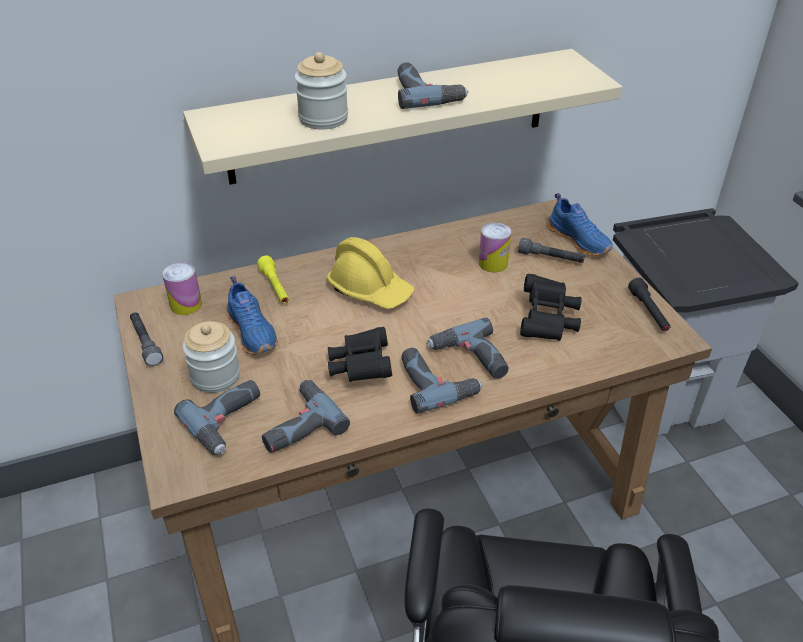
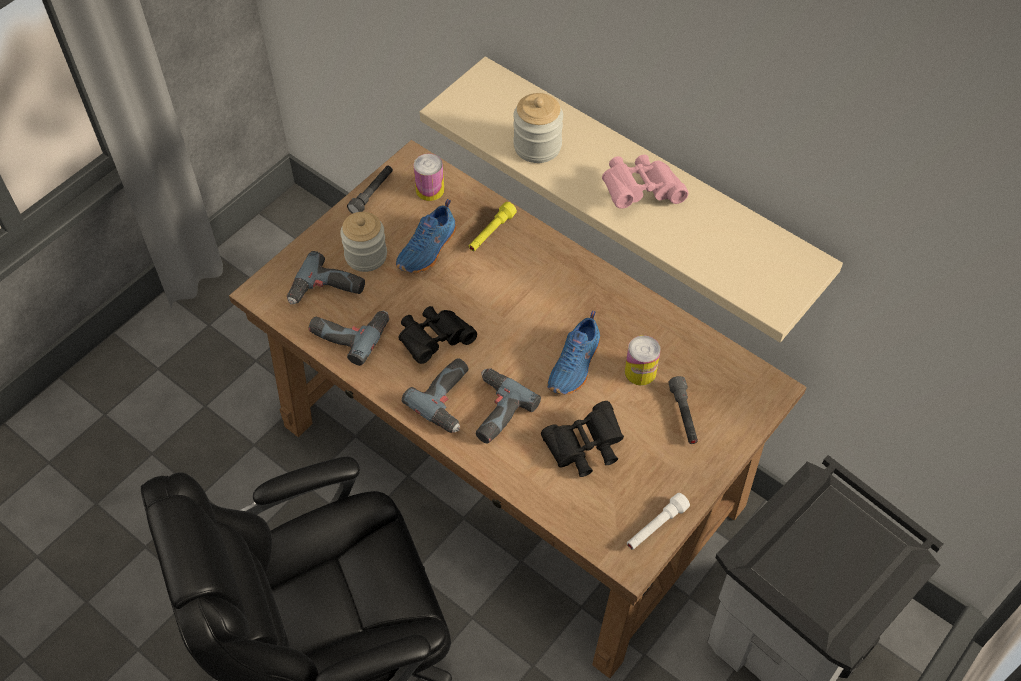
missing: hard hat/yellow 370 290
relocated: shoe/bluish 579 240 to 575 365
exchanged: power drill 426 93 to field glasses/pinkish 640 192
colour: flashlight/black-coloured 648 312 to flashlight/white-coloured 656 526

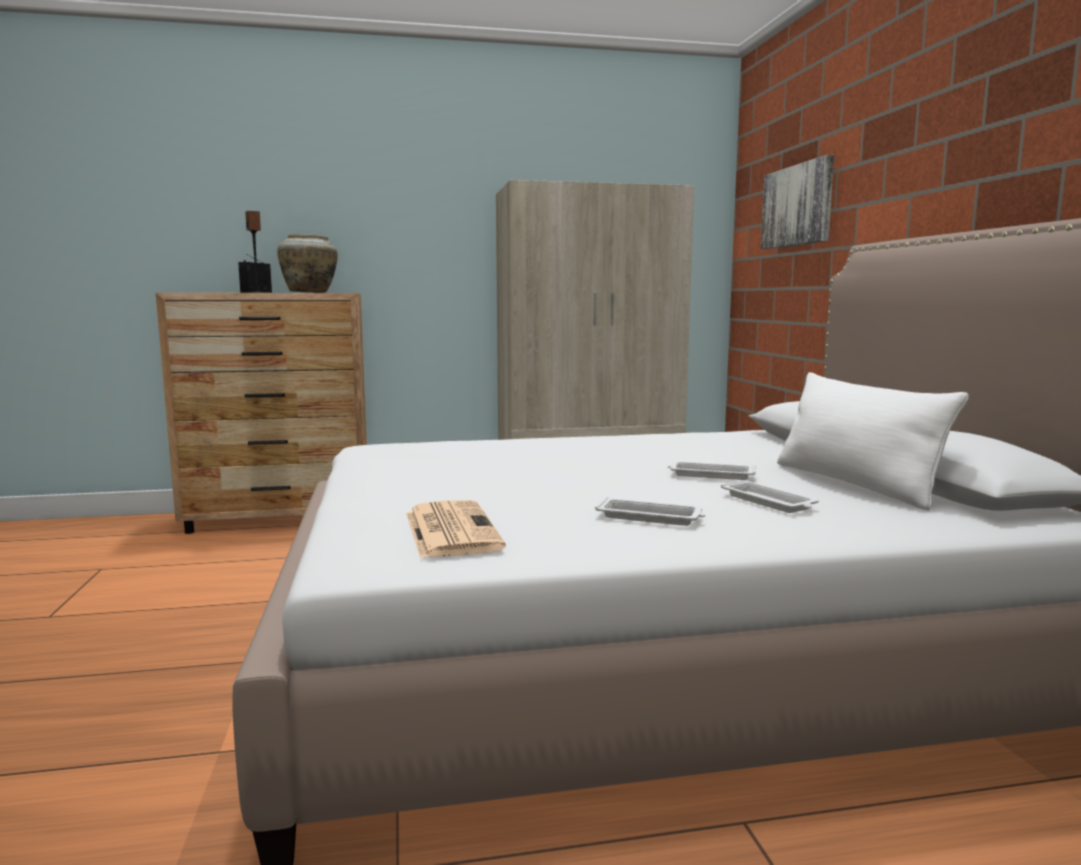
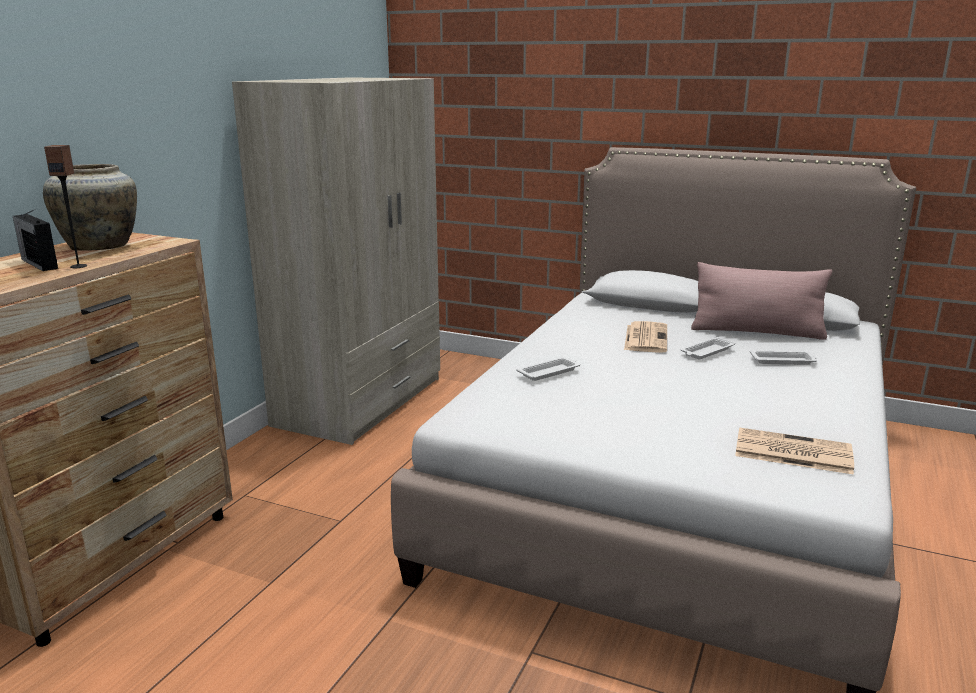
missing: picture 797 206
appeared: newspaper 645 338
relocated: serving tray/white-coloured 650 517 to 549 372
colour: throw pillow/white-coloured 854 484 to throw pillow/pinkish 756 332

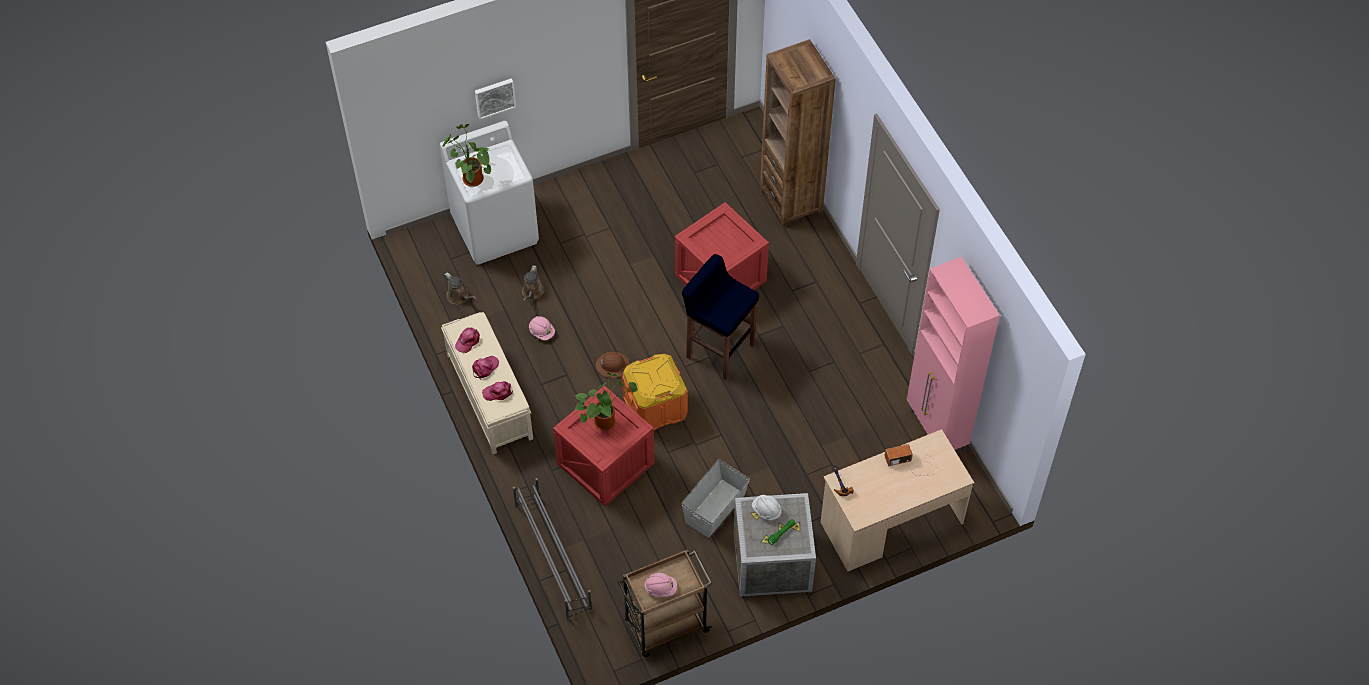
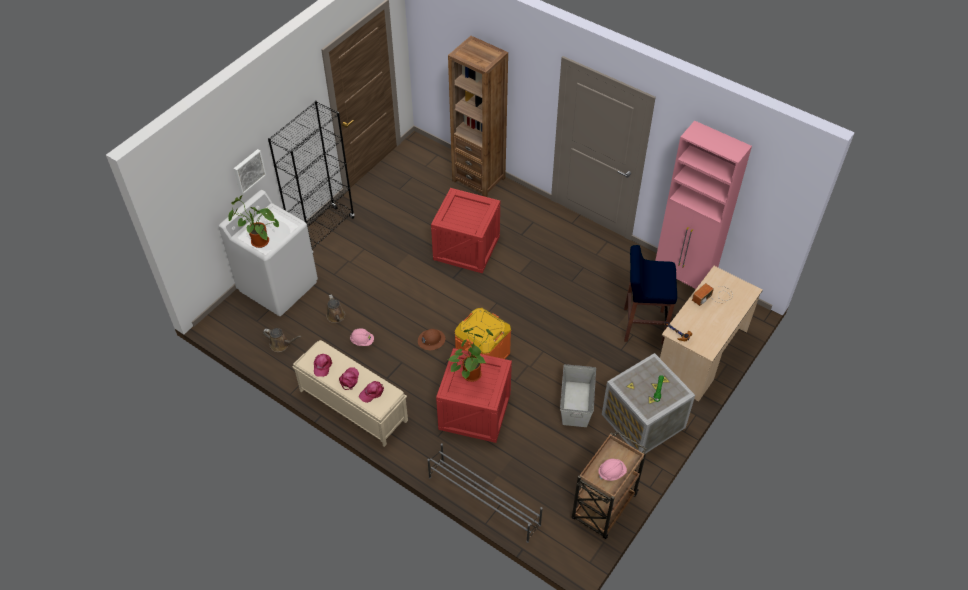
missing: hard hat/white-coloured 766 510
appeared: bookshelf/black-coloured 323 231
relocated: stool seat/bluish 719 350 to 642 326

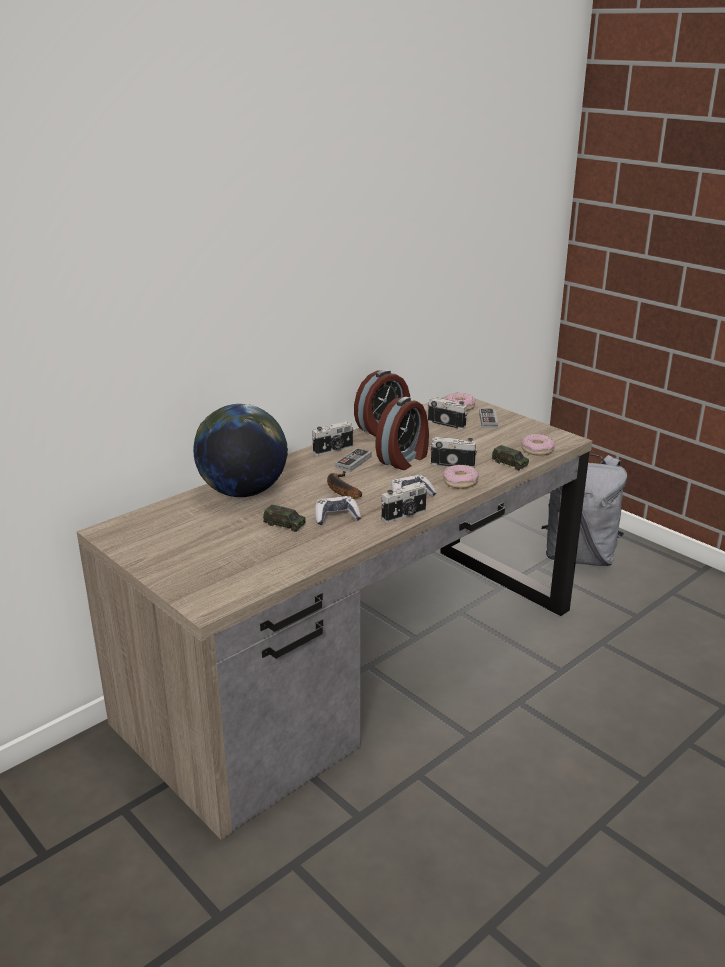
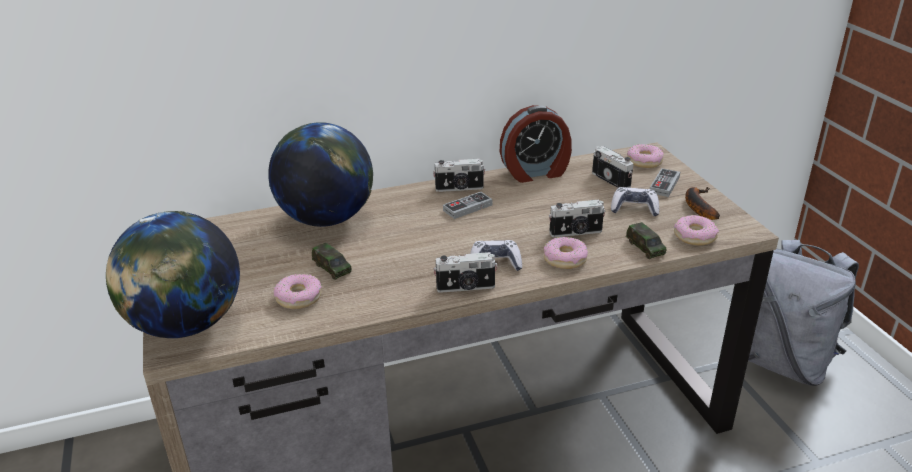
missing: alarm clock 404 459
appeared: world globe 186 325; donut 298 297
relocated: game controller 336 517 to 634 208; banana 340 489 to 697 206
spun: photo camera 452 463 = 576 233 135 degrees clockwise

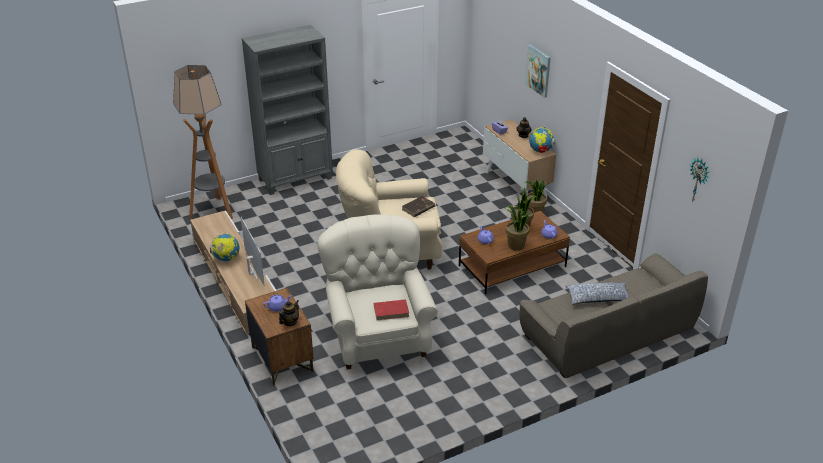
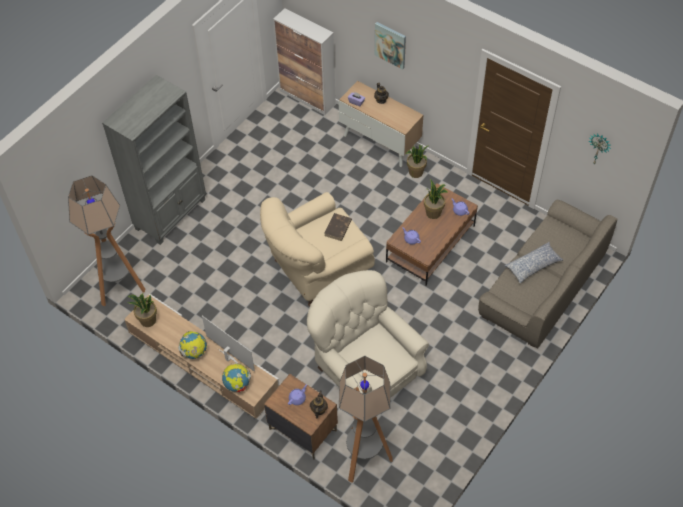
missing: bound book/red-coloured 391 311
appeared: cupboard 307 97; standing lamp 364 459
relocated: houseplant 515 246 to 148 321; world globe 540 151 to 237 384

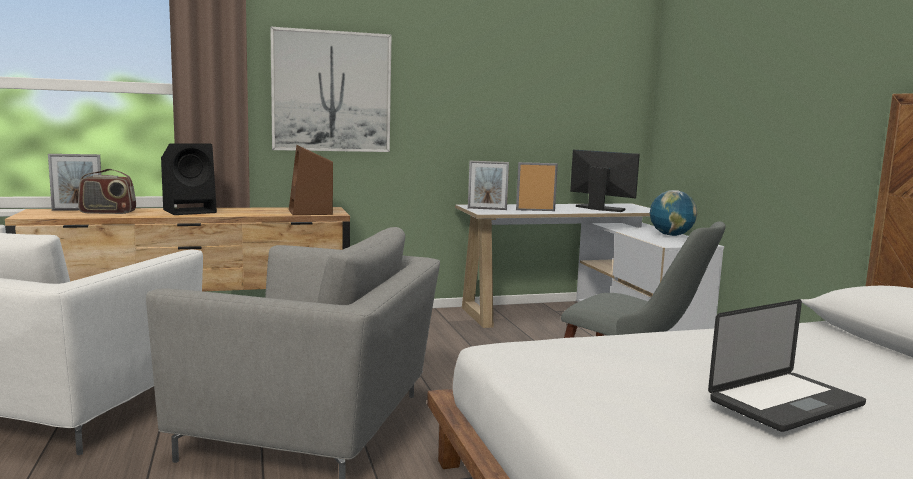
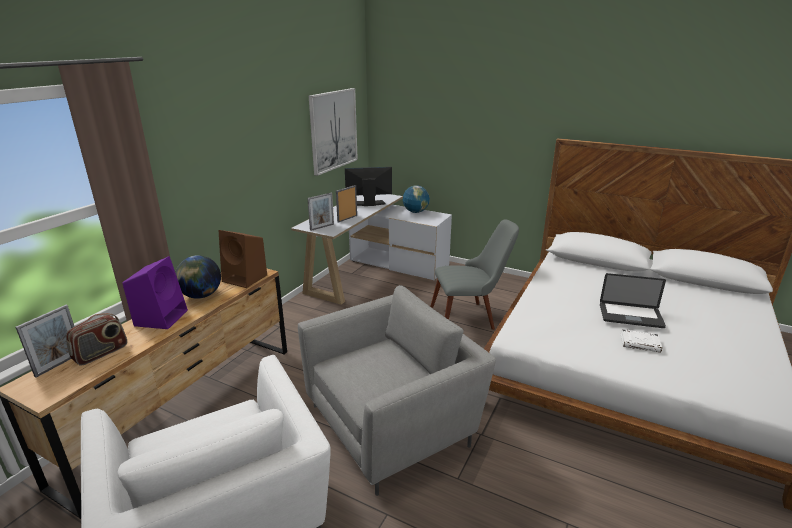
appeared: world globe 201 295; bound book/white-coloured 640 343
relocated: picture 331 91 to 333 130
colour: audio speaker/black-coloured 191 211 to audio speaker/purplish 161 317
spun: portable computer 786 403 = 630 316 90 degrees clockwise

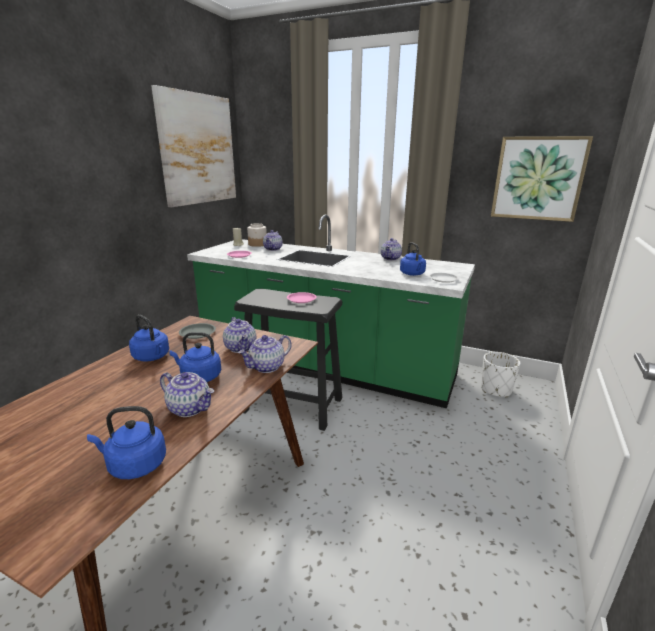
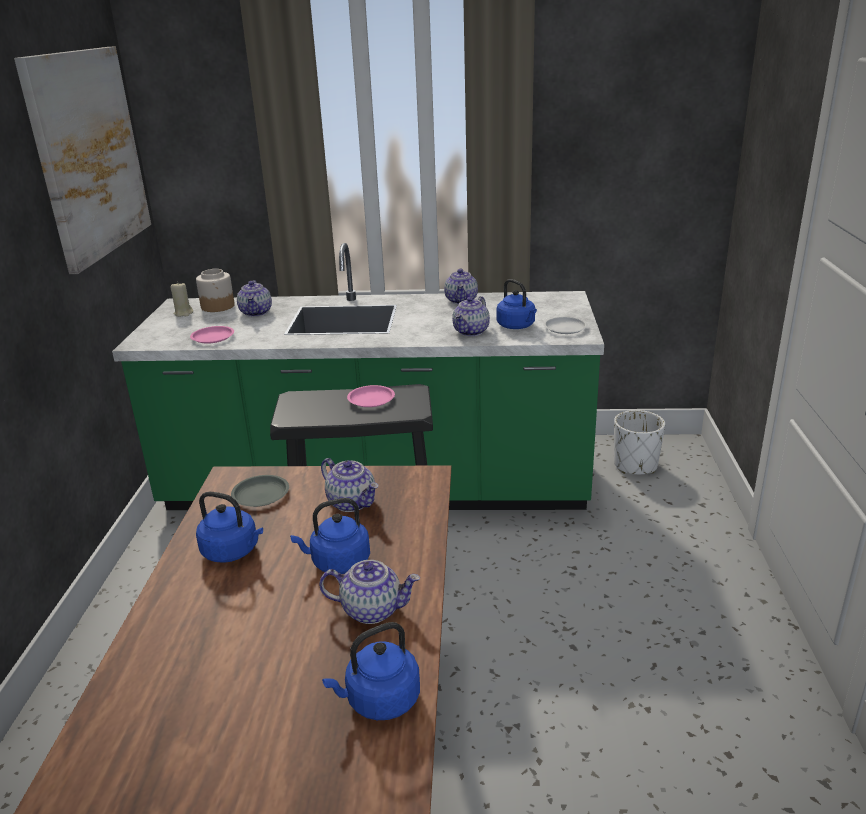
missing: picture 538 178
relocated: tea pot 267 367 to 471 332

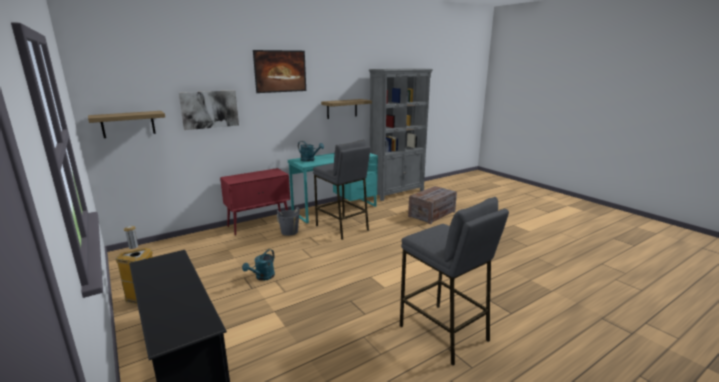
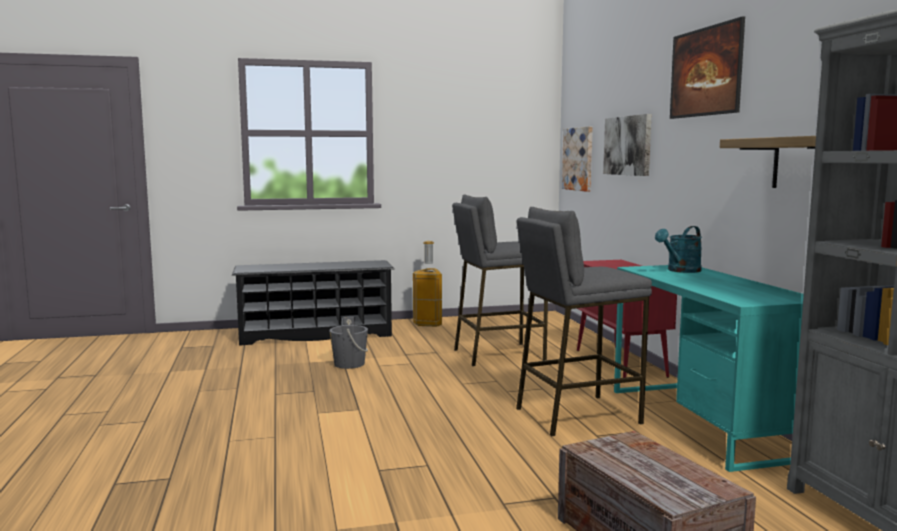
missing: watering pot/turquoise 262 277
relocated: bucket/grey 289 232 to 349 364; stool seat/grey 444 333 to 498 354
exchanged: bracket shelf 128 124 to picture 578 159

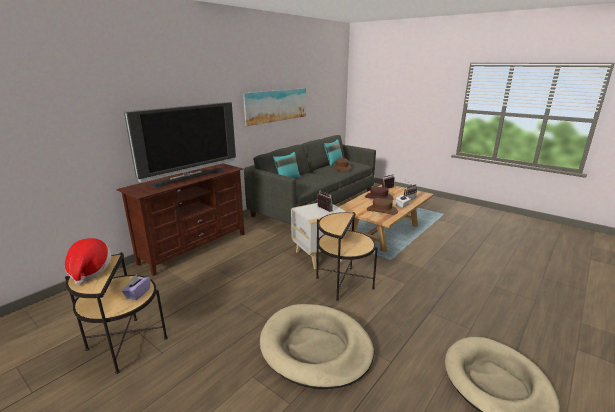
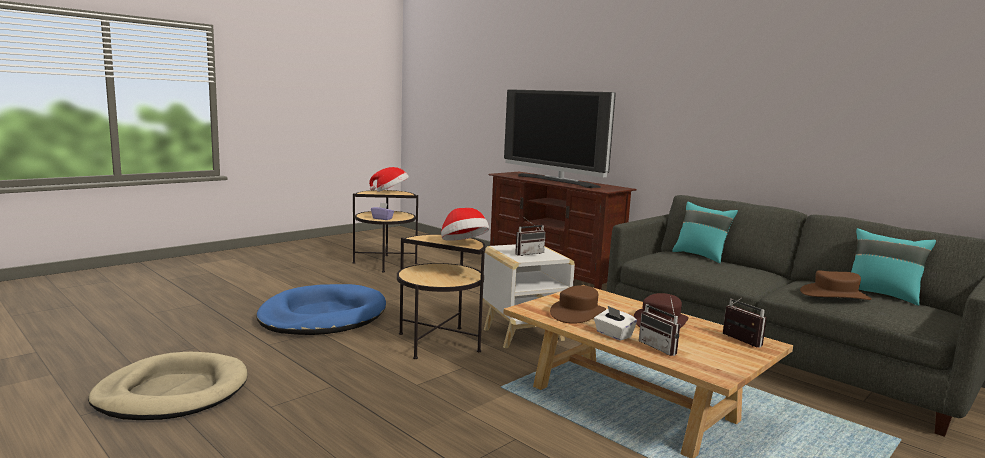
missing: picture 276 105
appeared: clothing hat 463 244
colour: dog cushion/beige 315 347 to dog cushion/bluish 323 316

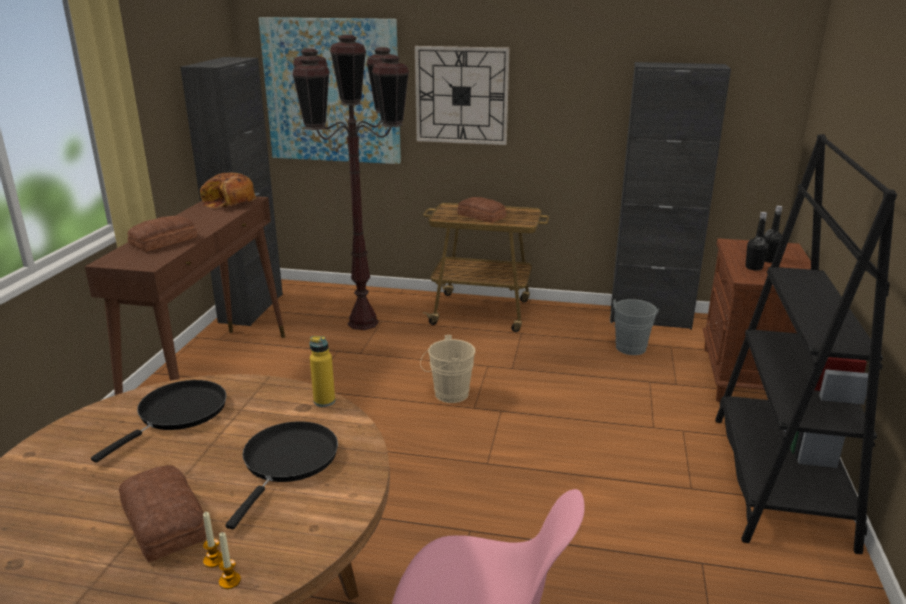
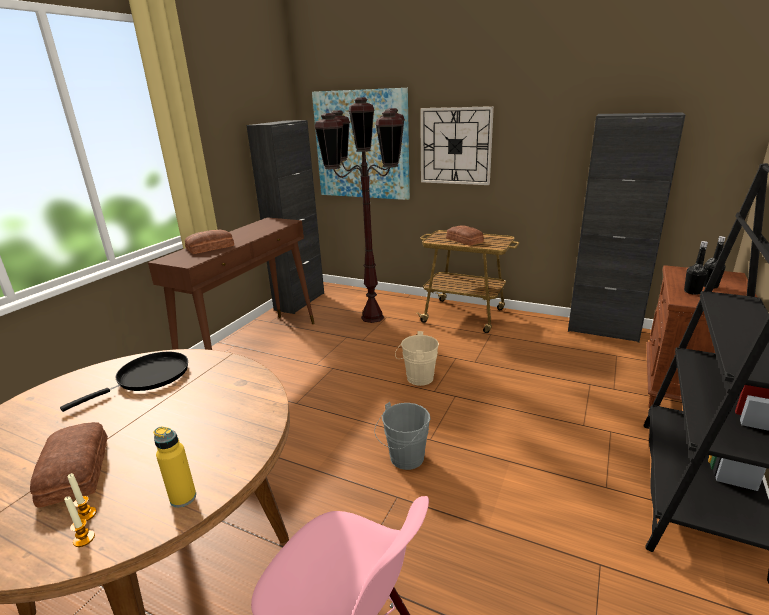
missing: baked bread 228 202; pan/black-coloured 288 462
relocated: drink bottle/yellow 324 401 to 183 497; bucket/grey 629 349 to 404 460

